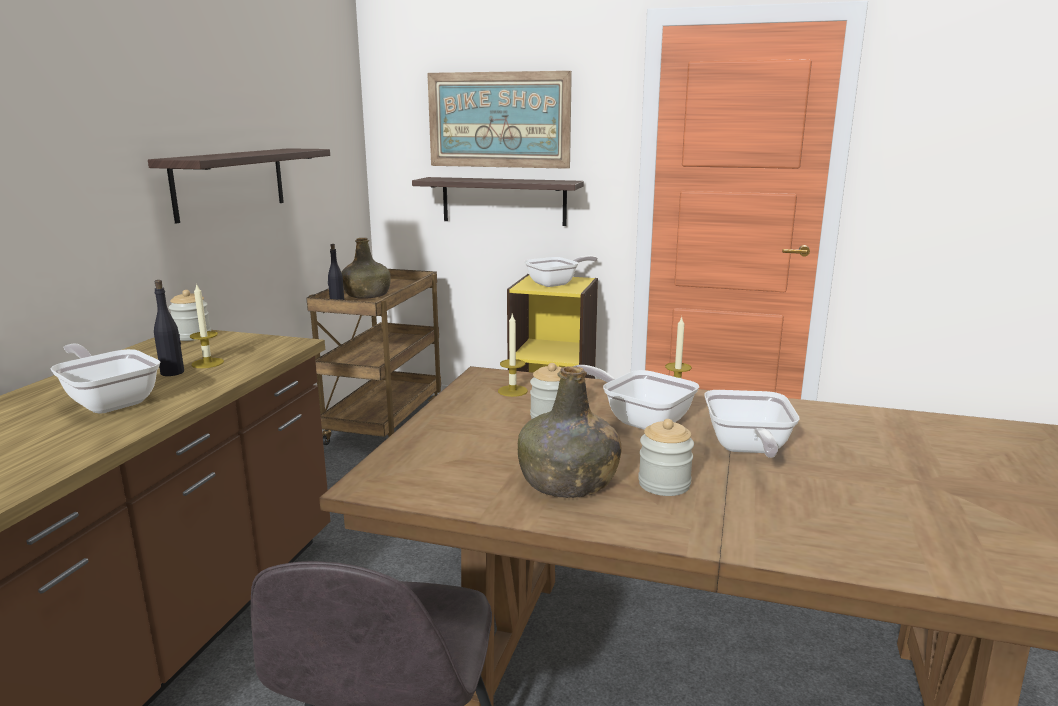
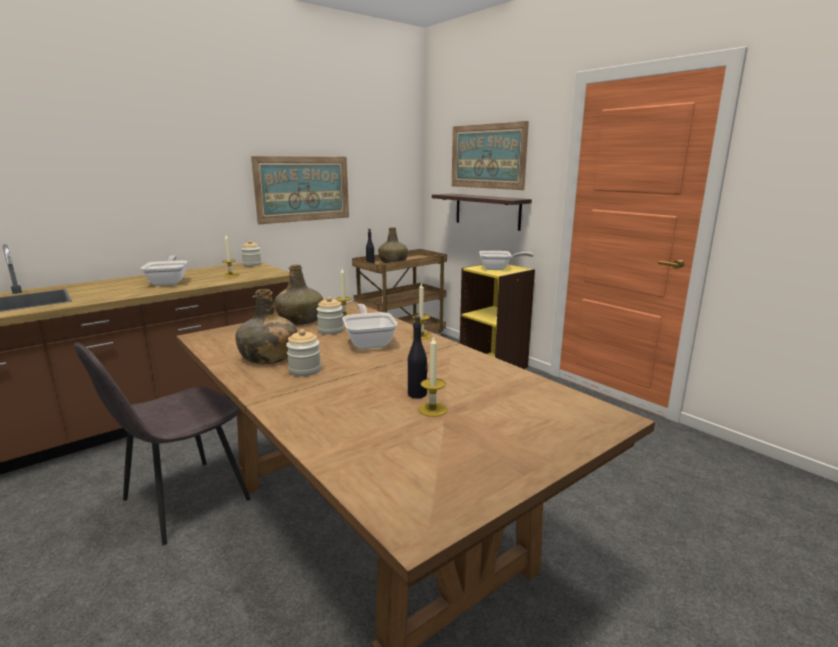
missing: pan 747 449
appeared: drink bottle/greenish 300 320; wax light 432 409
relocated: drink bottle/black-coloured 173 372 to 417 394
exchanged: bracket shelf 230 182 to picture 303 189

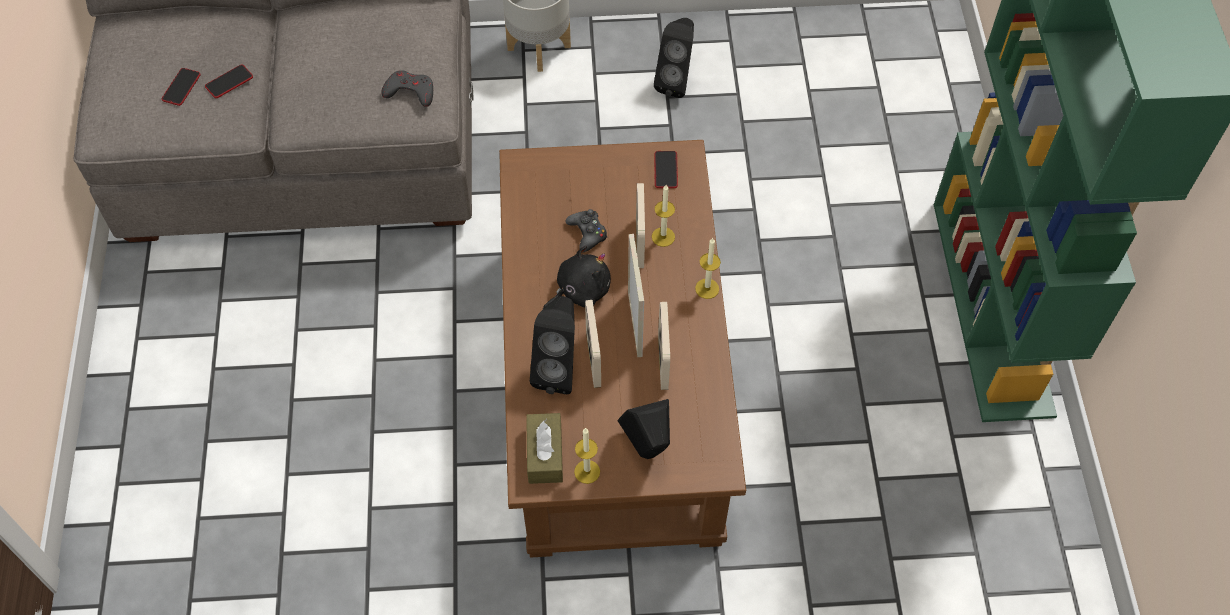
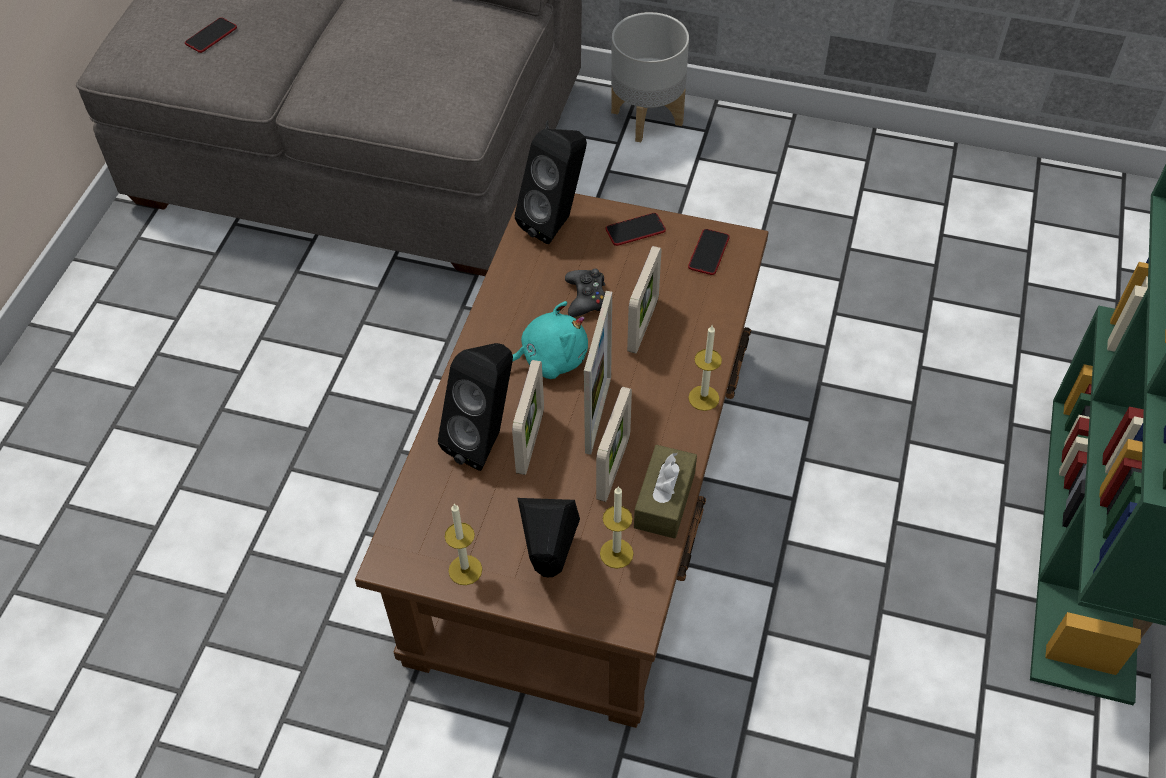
missing: game controller/grey 410 91
relocated: handset 229 82 to 635 230; box of tissues/brownish 545 454 to 664 500; wax light 663 237 to 616 553; audio speaker/black-coloured 676 81 to 556 222
colour: soft toy/black-coloured 580 291 to soft toy/turquoise 549 358

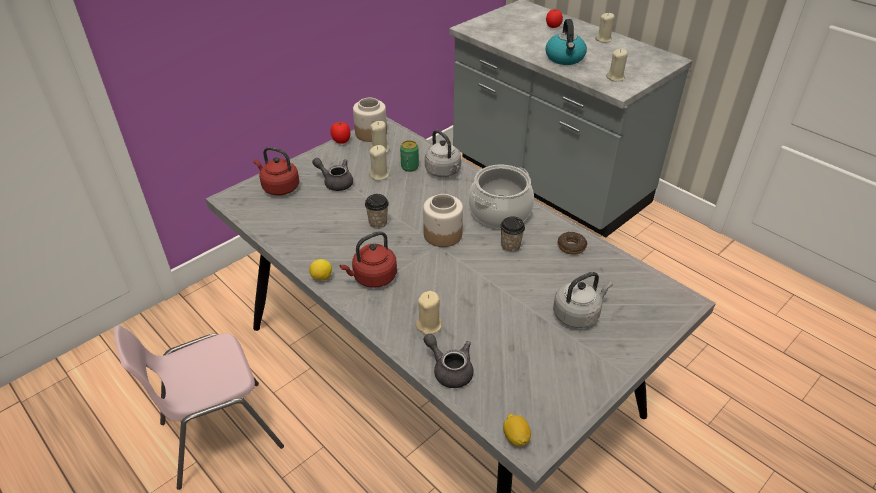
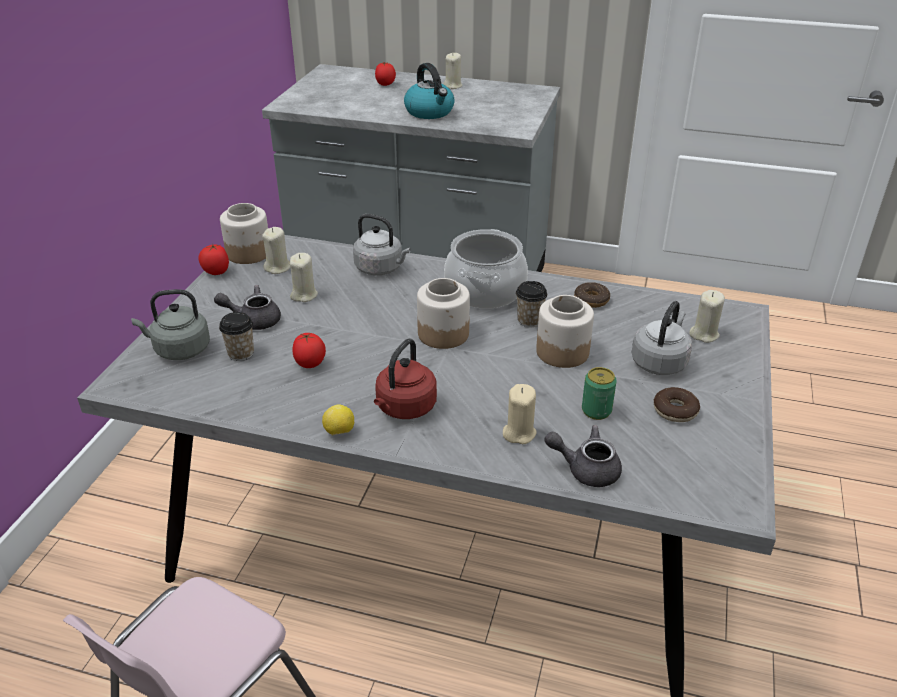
missing: citrus fruit 516 437
appeared: tomato 310 364; storage jar 562 352; donut 675 410
relocated: small cup 378 223 to 241 353; metal can 410 167 to 596 411; wax light/beige 615 77 to 704 334
colour: water kettle/red-coloured 279 187 to water kettle/grey 179 350

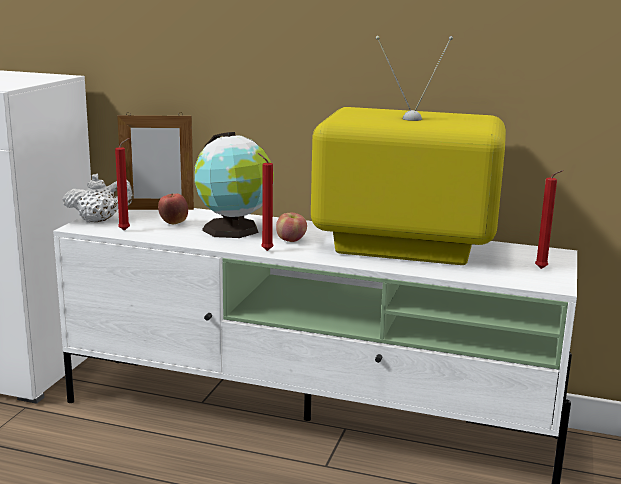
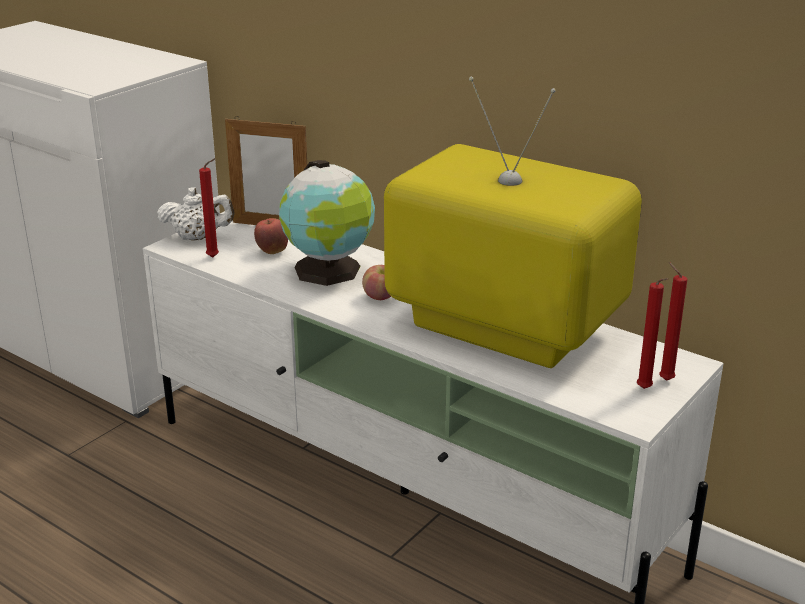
relocated: wax light/red-coloured 265 250 to 664 379

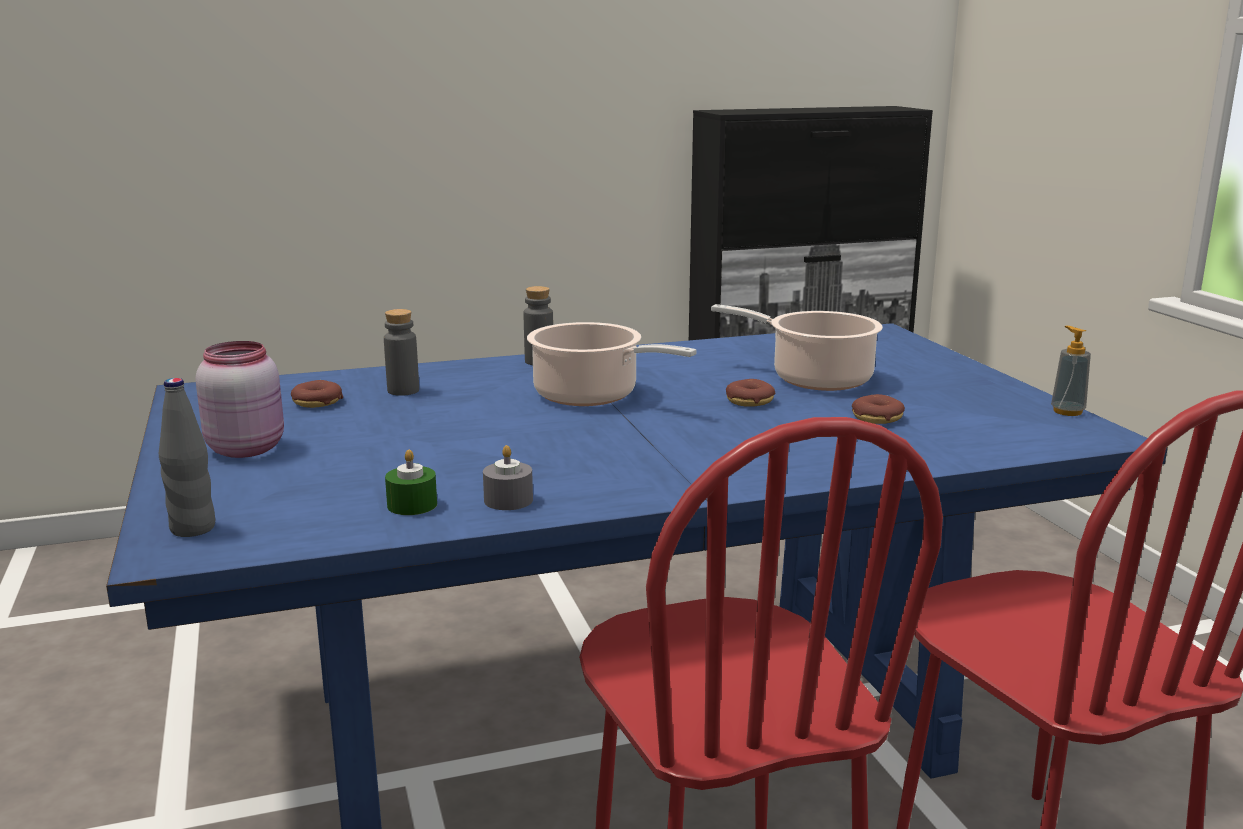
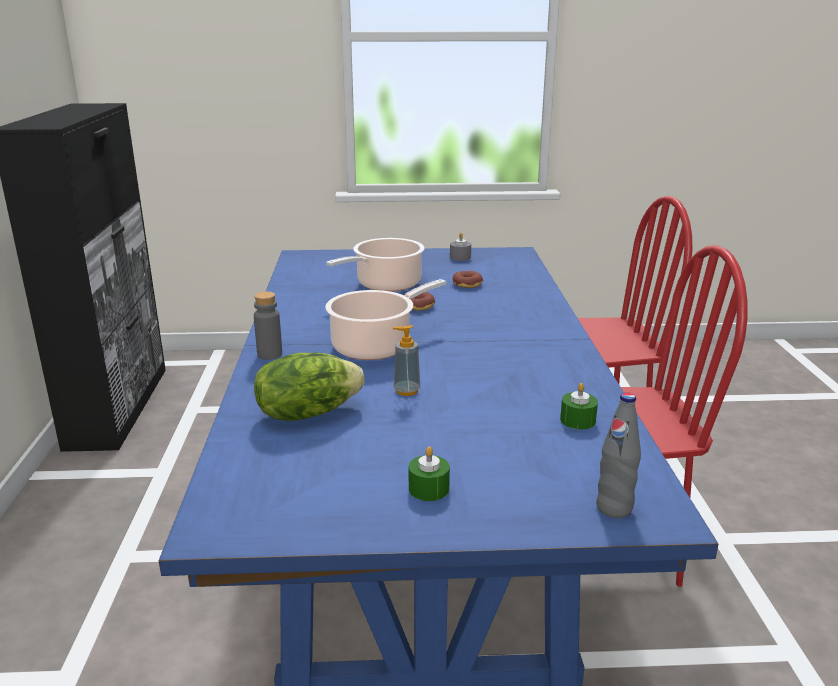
missing: donut 317 402
relocated: wax light/grey 508 500 to 460 257; soap bottle 1067 411 to 406 391
exchanged: storage jar/pinkish 247 448 to wax light/greenish 429 489; drink bottle/grey 403 391 to head of lettuce 307 413

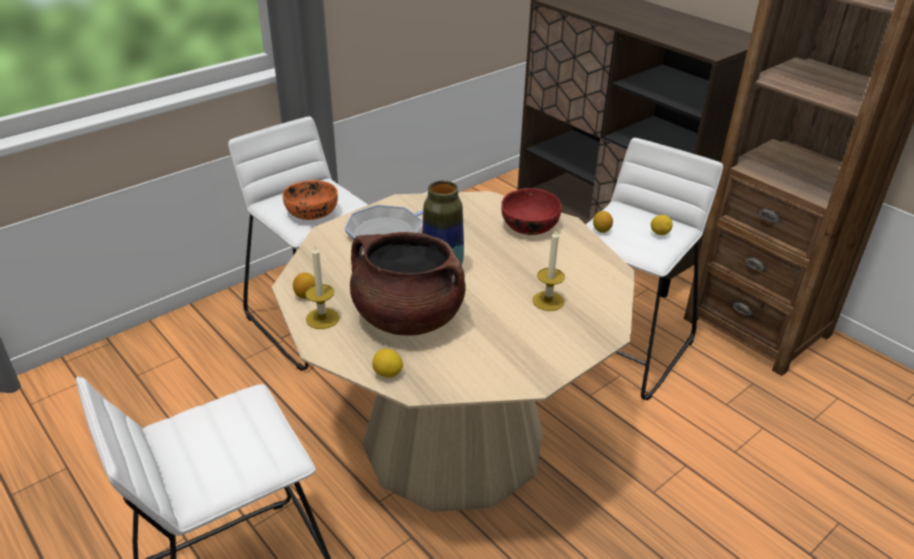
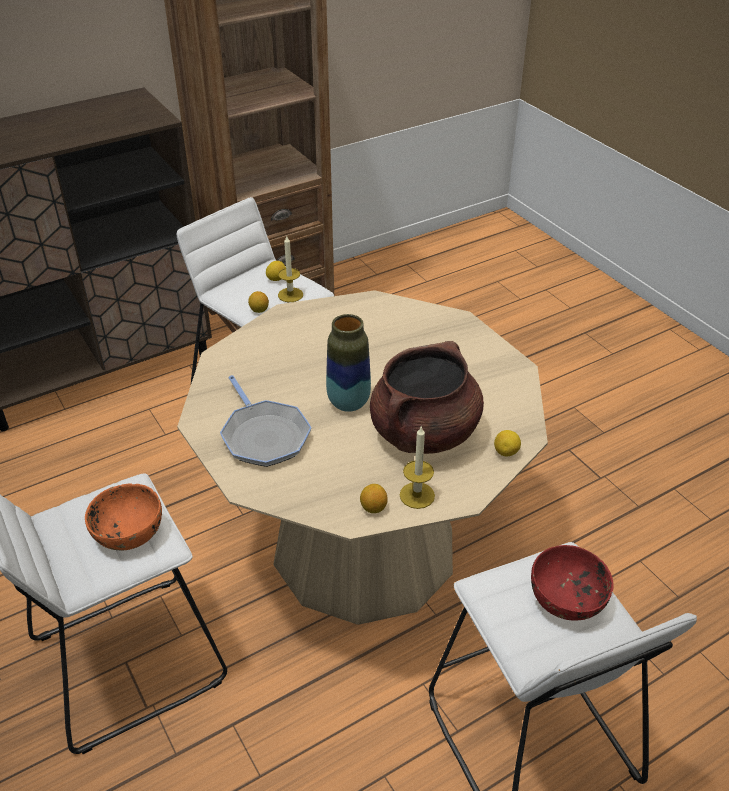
relocated: serving bowl/red-coloured 529 226 to 567 599; wax light 548 301 to 290 295

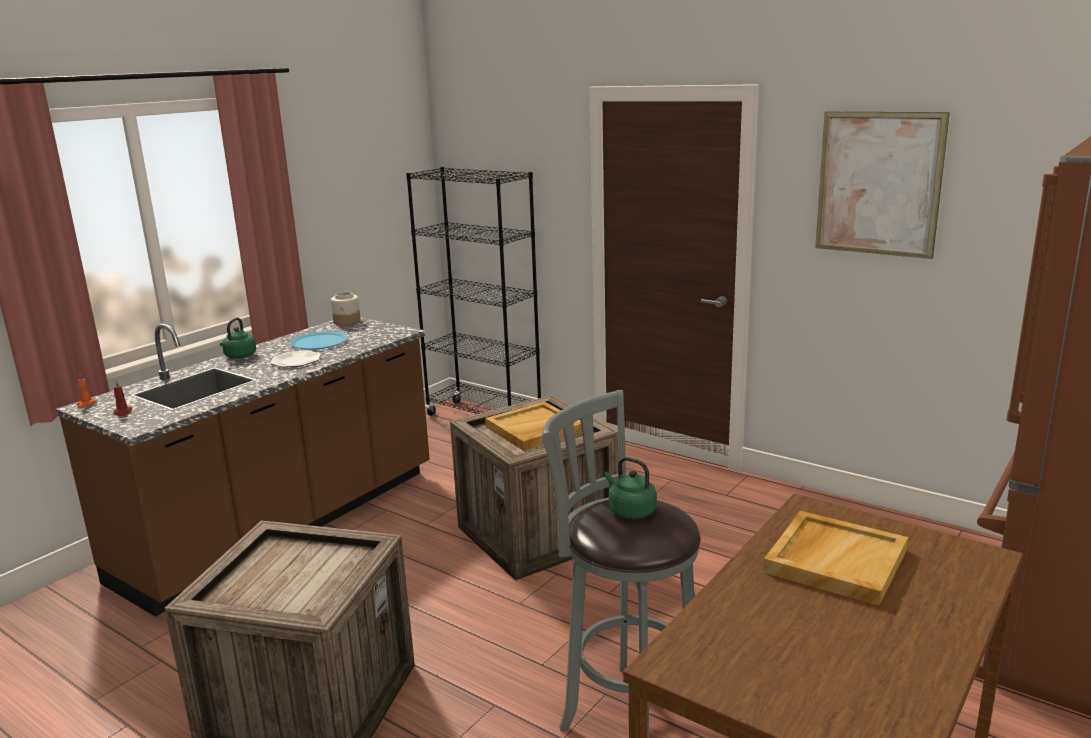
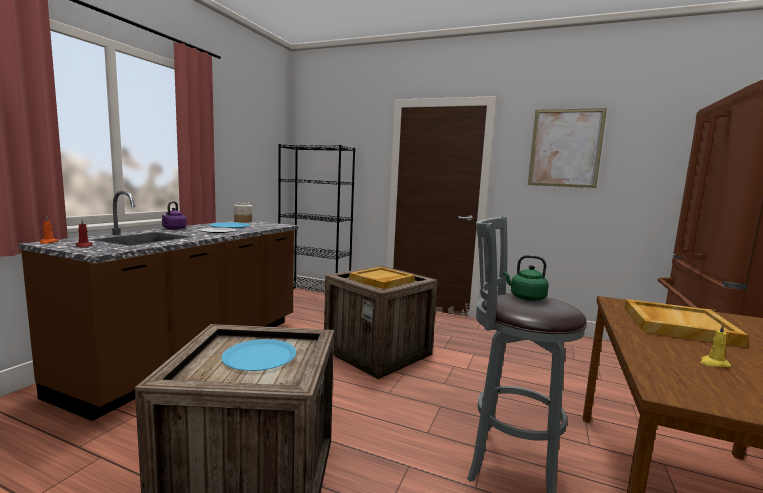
appeared: dinner plate/bluish 259 356; wax light/yellow 714 363
colour: water kettle/greenish 239 357 to water kettle/purplish 173 229

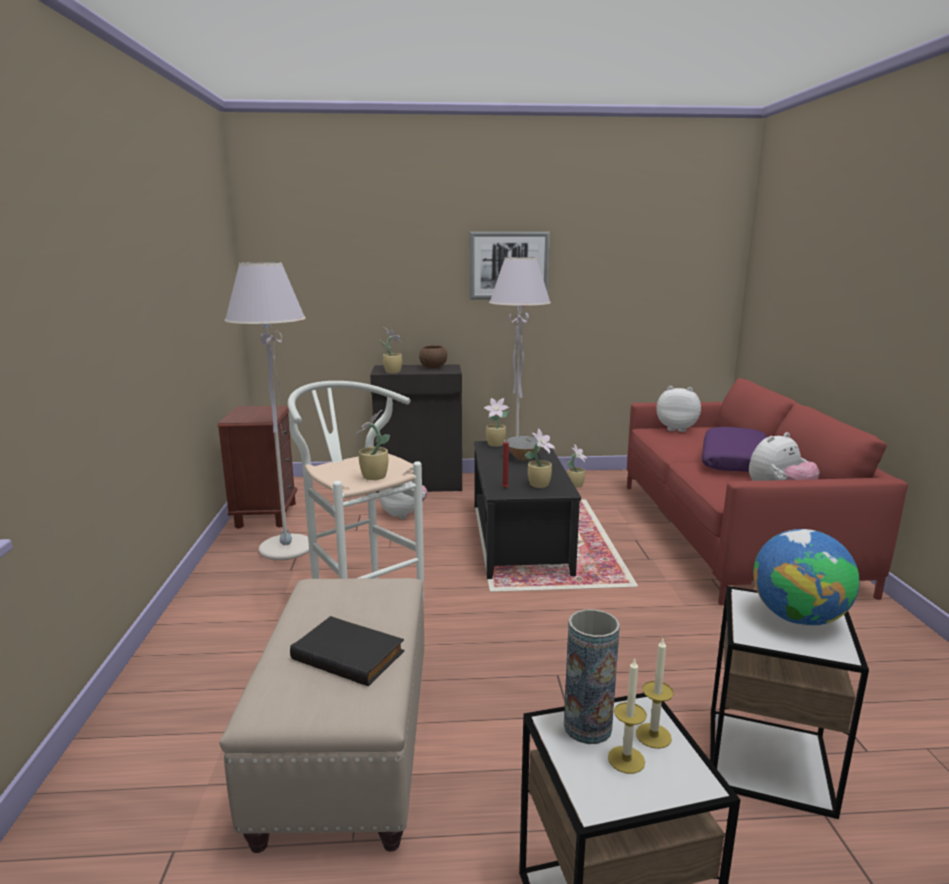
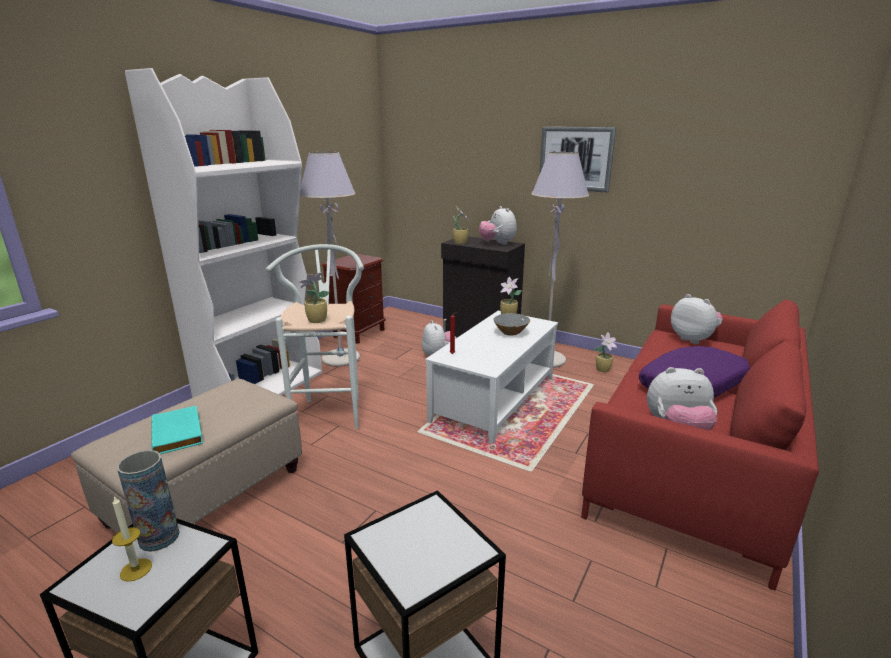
missing: houseplant 540 485; wax light 653 735; world globe 798 618
appeared: bookshelf/white-coloured 261 386
exchanged: serving bowl/brownish 433 367 to soft toy 497 243
colour: bound book/black-coloured 350 654 to bound book/turquoise 179 433; low table/black-coloured 521 537 to low table/white-coloured 495 399

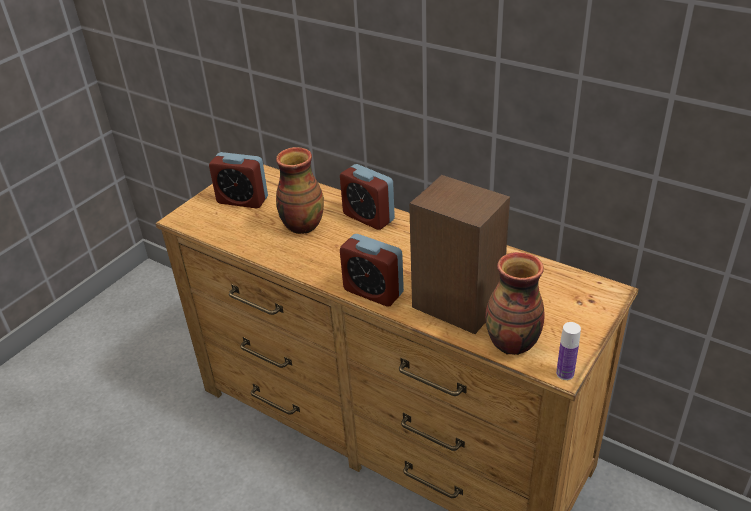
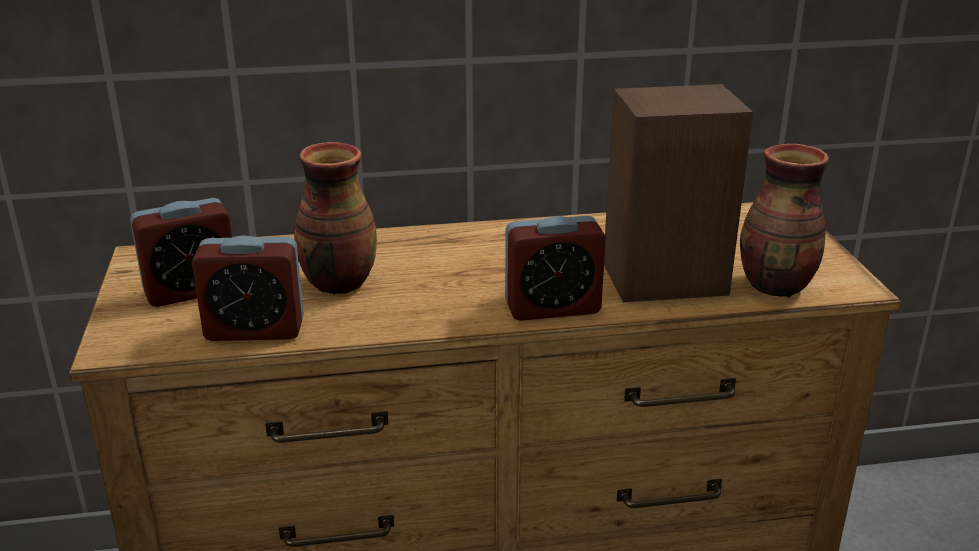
missing: drink bottle 565 373
relocated: alarm clock 368 217 to 254 330

